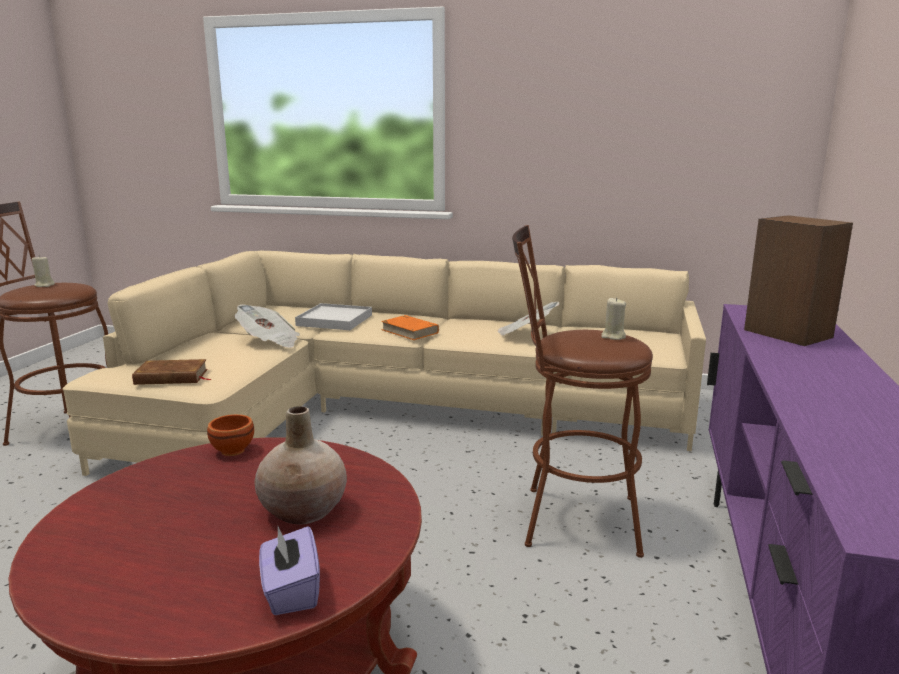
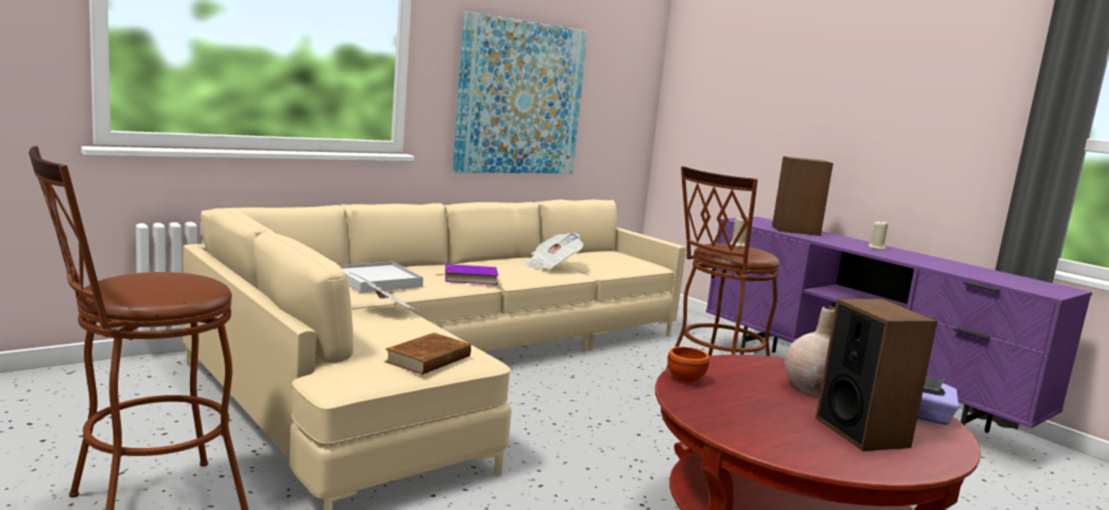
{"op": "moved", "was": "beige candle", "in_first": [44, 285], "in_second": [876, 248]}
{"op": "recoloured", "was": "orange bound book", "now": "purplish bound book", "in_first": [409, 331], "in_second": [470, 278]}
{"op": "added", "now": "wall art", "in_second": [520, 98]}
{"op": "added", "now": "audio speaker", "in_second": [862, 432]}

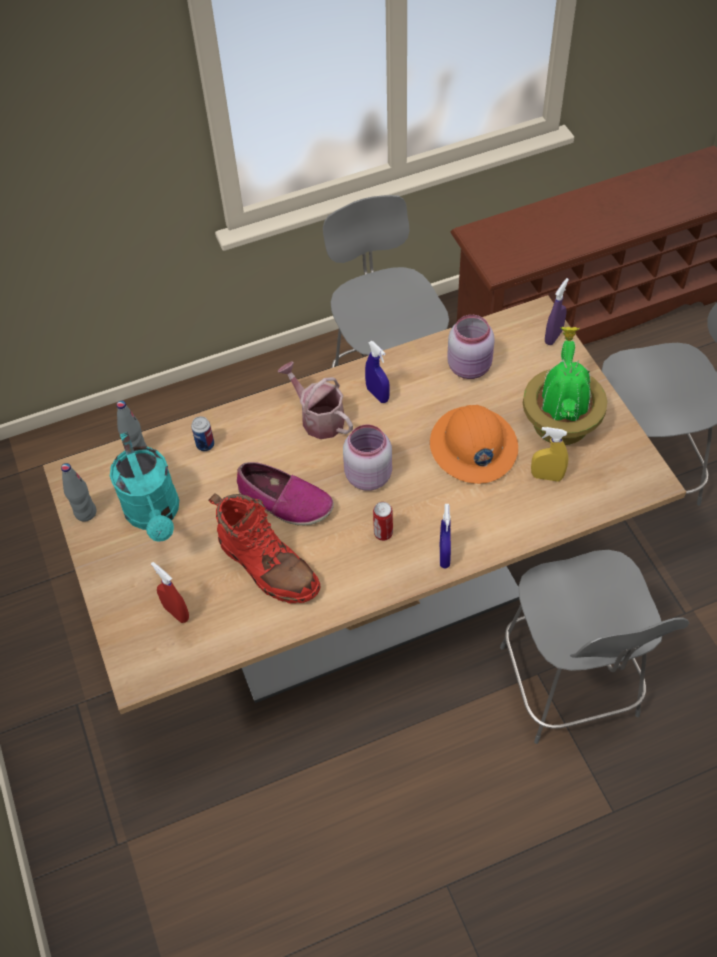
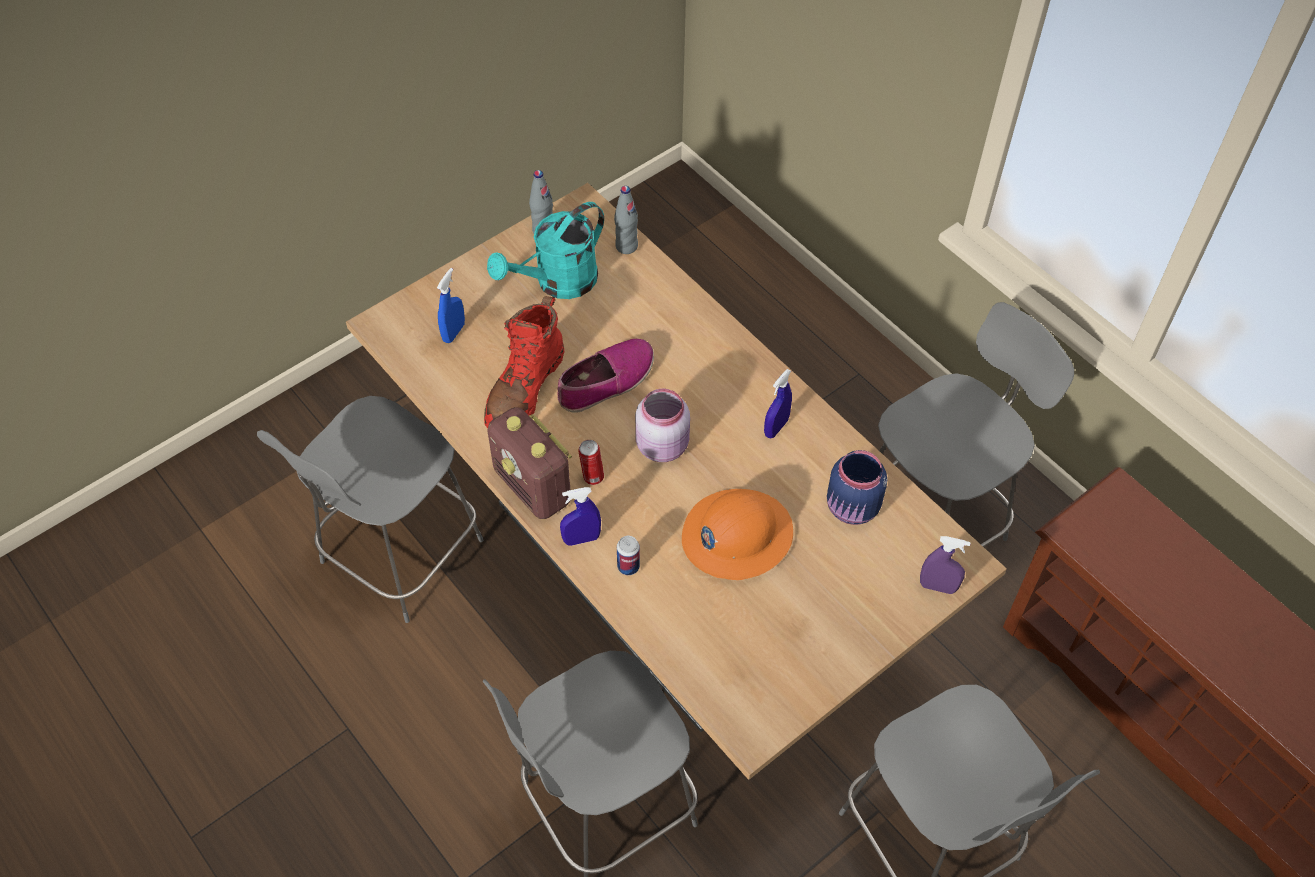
{"op": "recoloured", "was": "pinkish storage jar", "now": "blue storage jar", "in_first": [470, 367], "in_second": [852, 508]}
{"op": "removed", "was": "potted plant", "in_first": [560, 421]}
{"op": "removed", "was": "watering pot", "in_first": [318, 418]}
{"op": "moved", "was": "can", "in_first": [205, 445], "in_second": [628, 566]}
{"op": "removed", "was": "yellow-coloured spray bottle", "in_first": [547, 476]}
{"op": "turned", "was": "shoe", "in_first": [284, 501], "in_second": [606, 381], "clockwise": -135}
{"op": "recoloured", "was": "red-coloured spray bottle", "now": "blue spray bottle", "in_first": [176, 612], "in_second": [453, 332]}
{"op": "added", "now": "greyish plain chair", "in_second": [397, 555]}
{"op": "added", "now": "radio set", "in_second": [533, 487]}

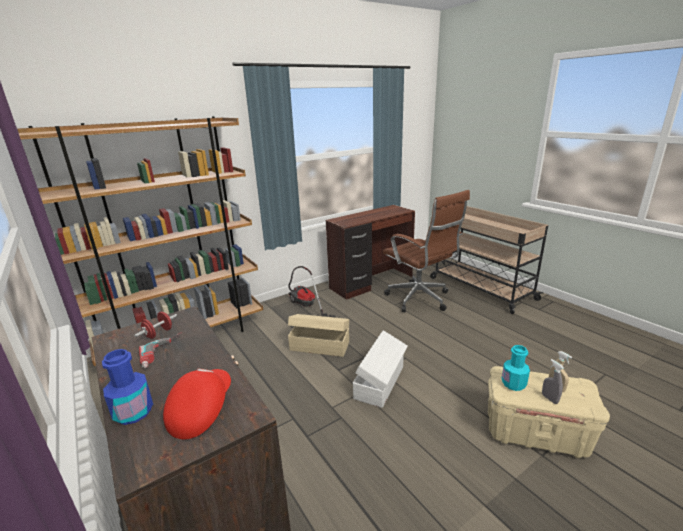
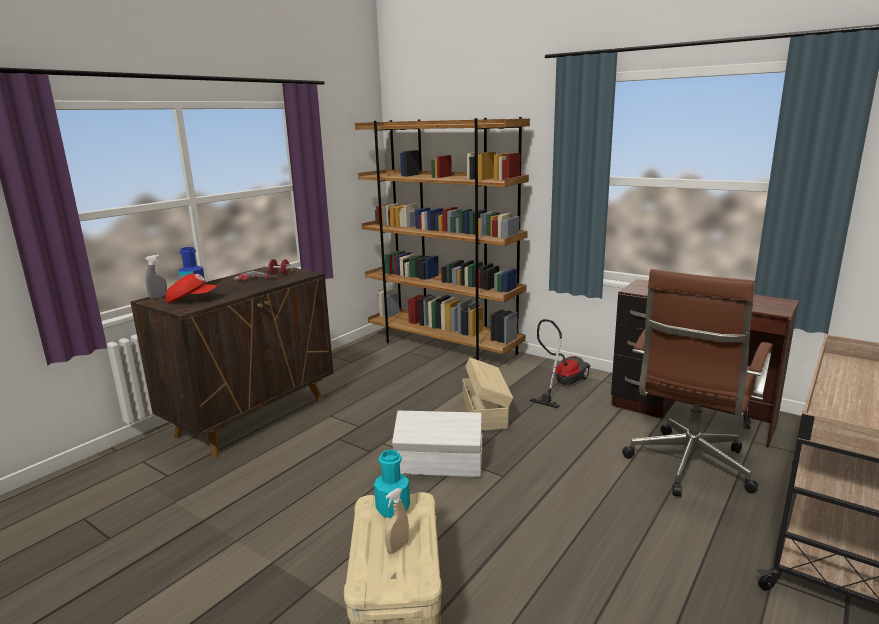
{"op": "moved", "was": "greyish spray bottle", "in_first": [549, 399], "in_second": [158, 297]}

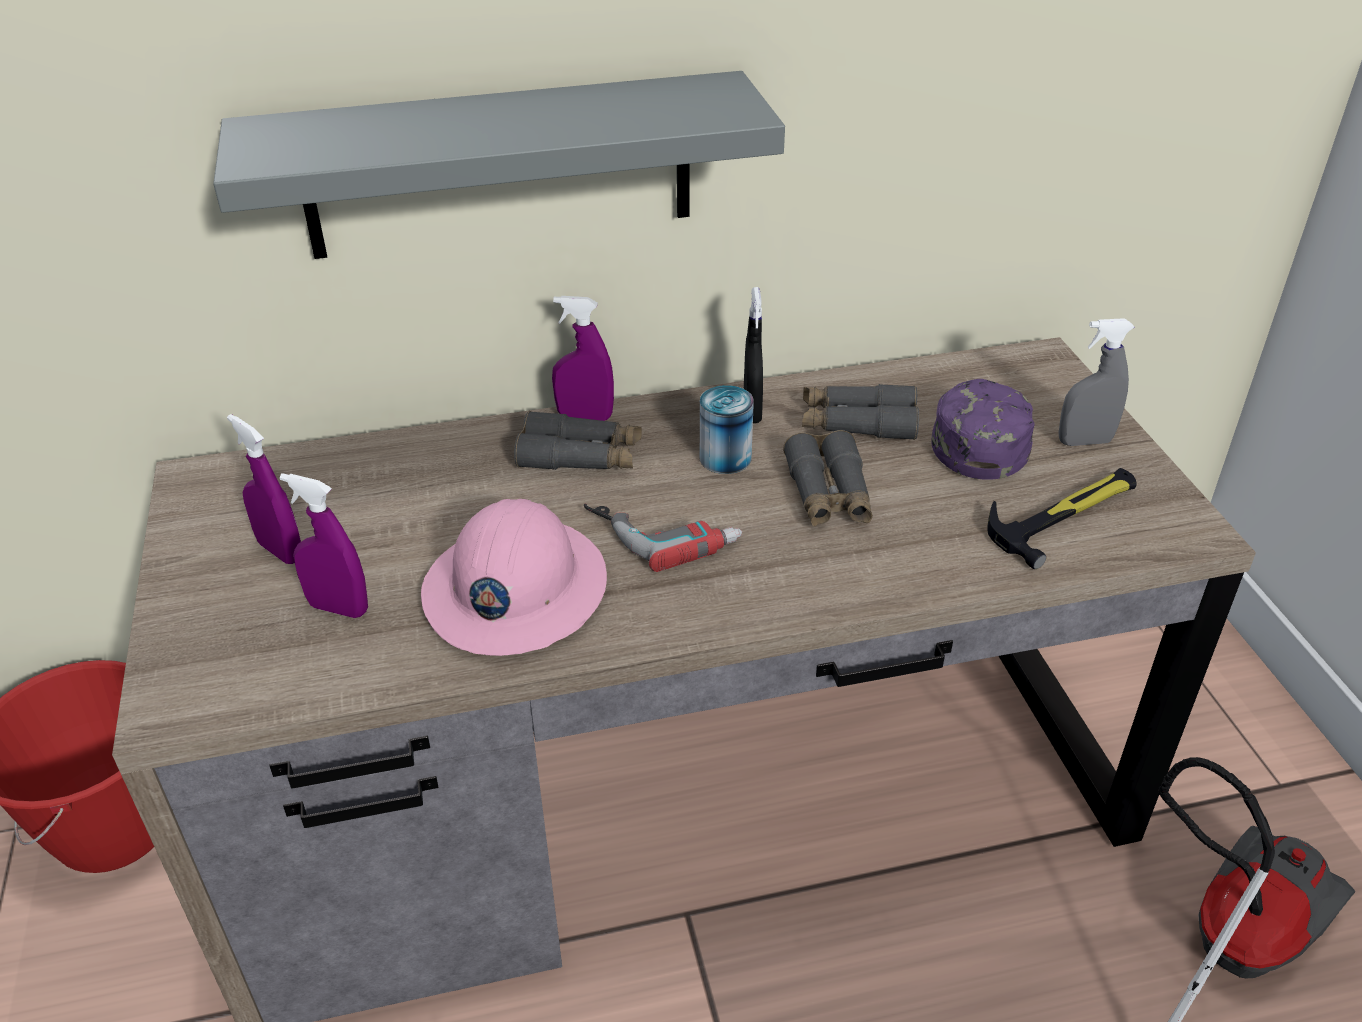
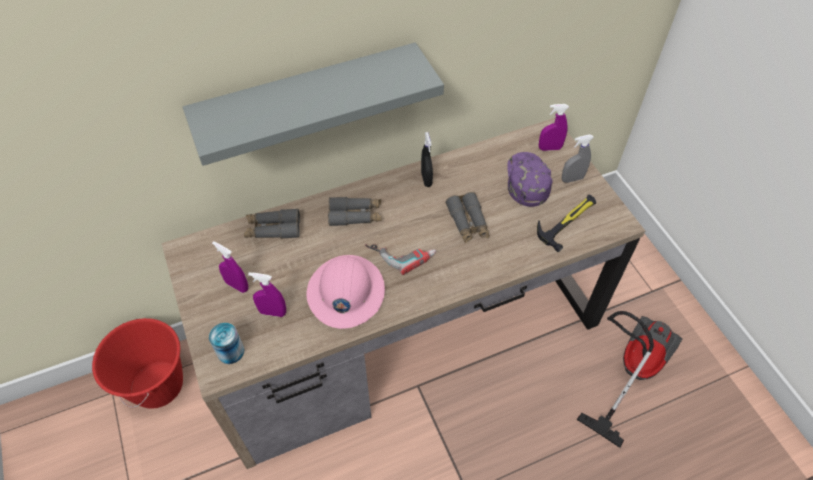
{"op": "moved", "was": "purplish spray bottle", "in_first": [585, 417], "in_second": [549, 148]}
{"op": "moved", "was": "greyish field glasses", "in_first": [857, 423], "in_second": [273, 229]}
{"op": "moved", "was": "can", "in_first": [725, 458], "in_second": [230, 351]}

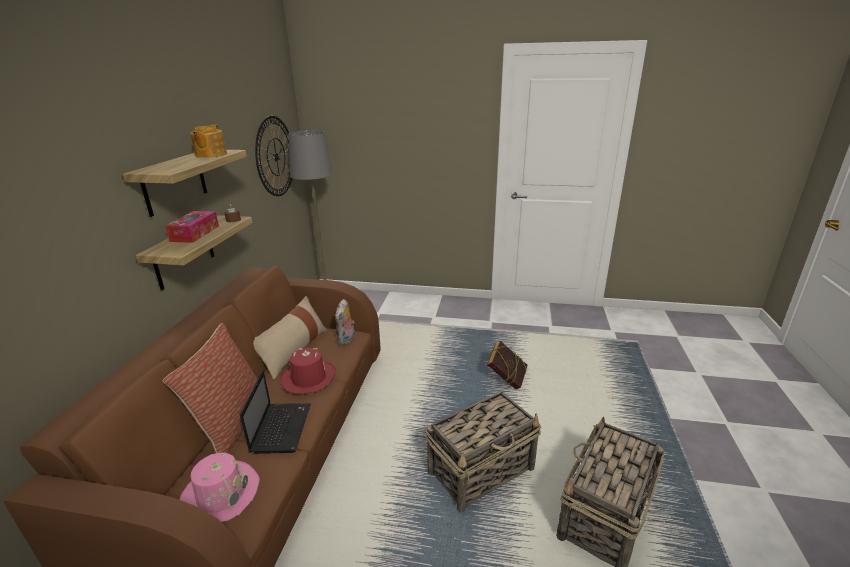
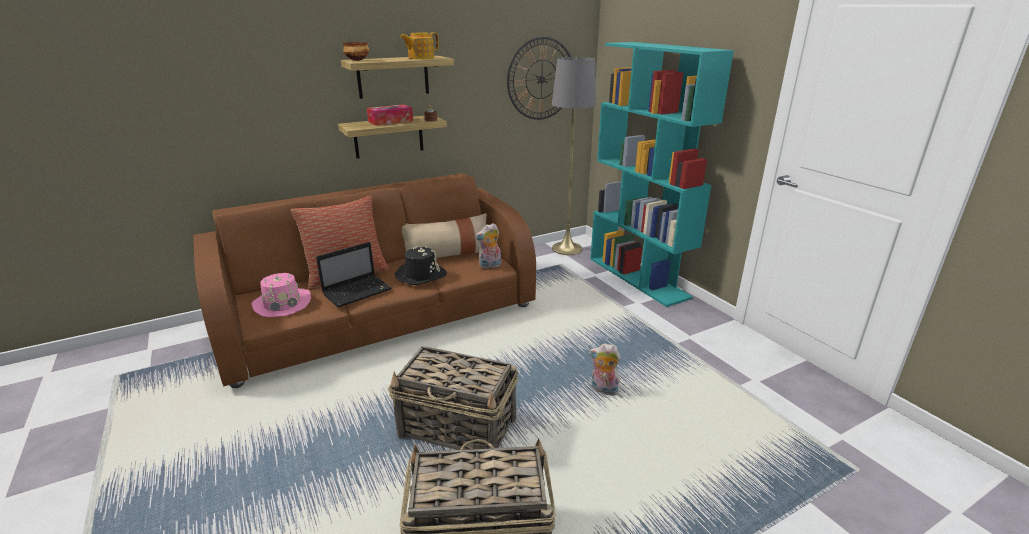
{"op": "replaced", "was": "bound book", "now": "soft toy", "in_first": [506, 380], "in_second": [603, 390]}
{"op": "recoloured", "was": "red-coloured clothing hat", "now": "black-coloured clothing hat", "in_first": [308, 378], "in_second": [420, 275]}
{"op": "added", "now": "serving bowl", "in_second": [357, 60]}
{"op": "added", "now": "turquoise-coloured bookcase", "in_second": [638, 277]}

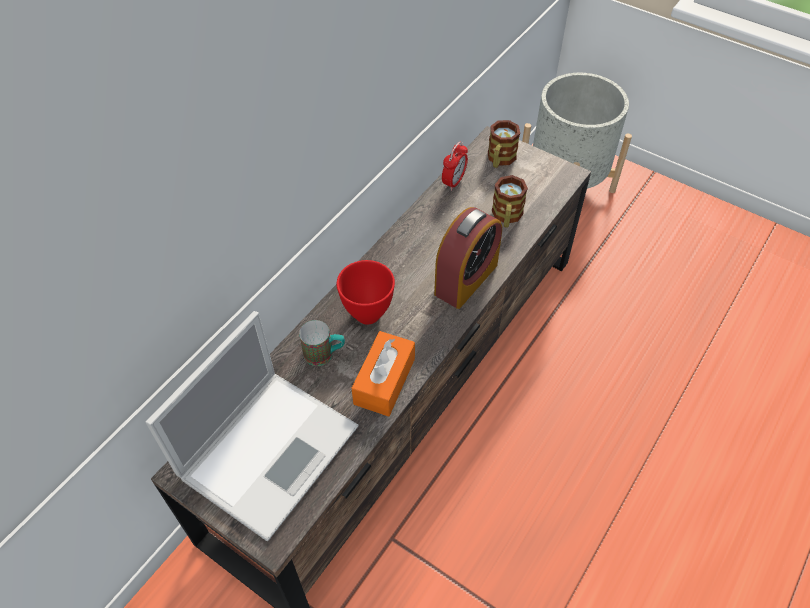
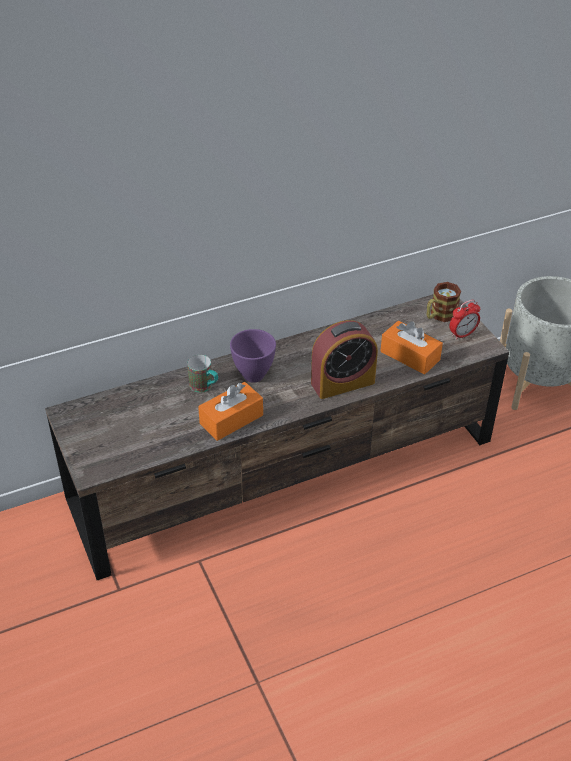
{"op": "moved", "was": "bedside clock", "in_first": [453, 182], "in_second": [462, 334]}
{"op": "replaced", "was": "mug", "now": "orange tissue box", "in_first": [506, 217], "in_second": [410, 356]}
{"op": "recoloured", "was": "red-coloured serving bowl", "now": "purplish serving bowl", "in_first": [366, 315], "in_second": [252, 375]}
{"op": "removed", "was": "notebook computer", "in_first": [271, 448]}

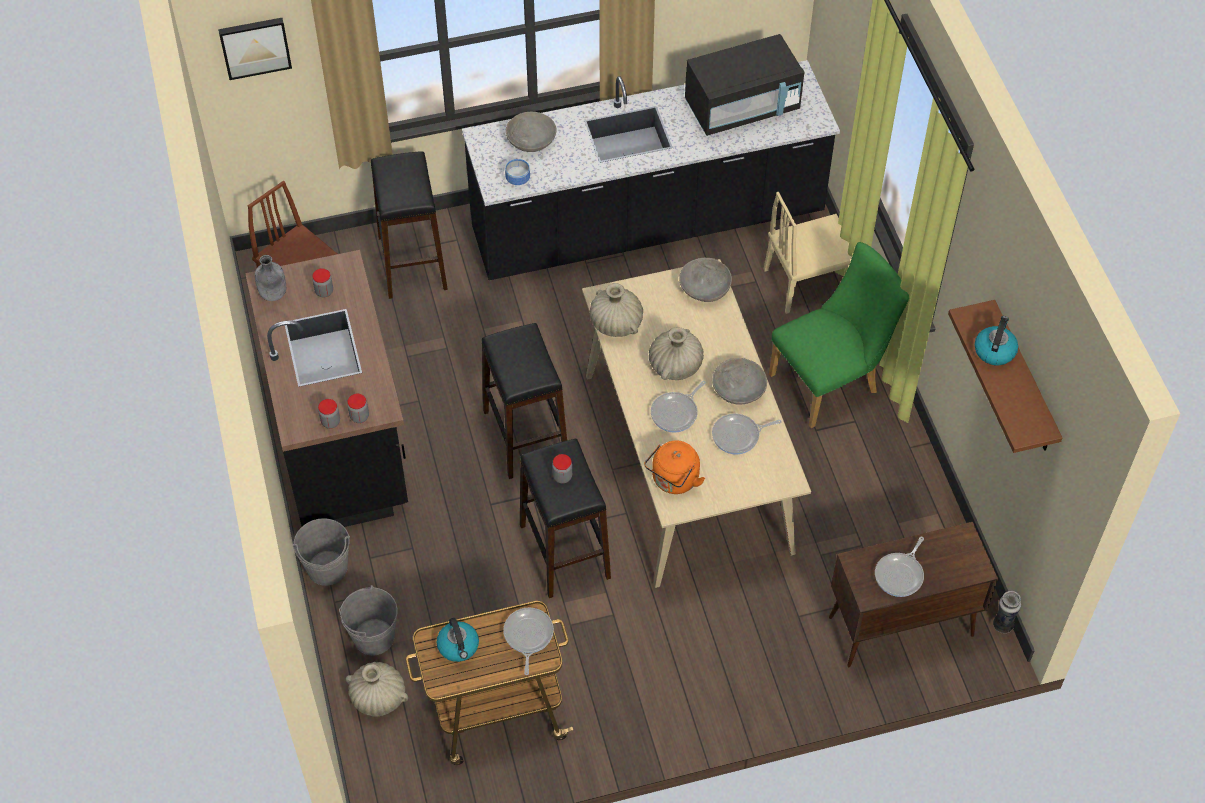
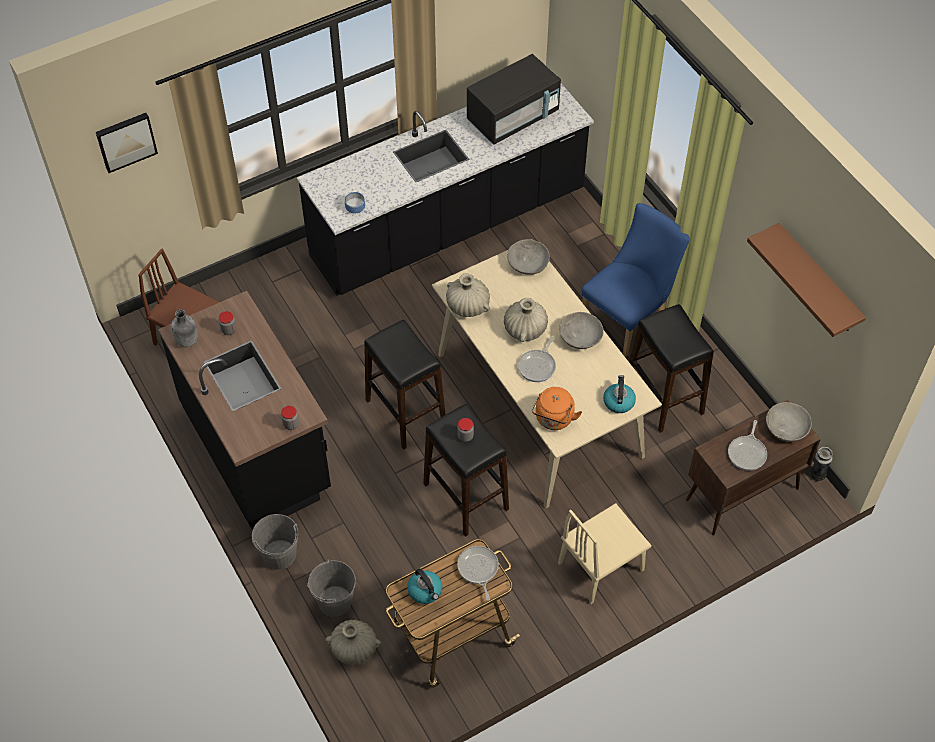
{"op": "moved", "was": "greyish serving bowl", "in_first": [531, 141], "in_second": [786, 429]}
{"op": "moved", "was": "black-coloured stool", "in_first": [413, 263], "in_second": [664, 397]}
{"op": "moved", "was": "beige plain chair", "in_first": [808, 282], "in_second": [601, 566]}
{"op": "recoloured", "was": "greenish plain chair", "now": "blue plain chair", "in_first": [830, 381], "in_second": [628, 318]}
{"op": "moved", "was": "kettle", "in_first": [994, 350], "in_second": [618, 401]}
{"op": "removed", "was": "storage jar", "in_first": [330, 422]}
{"op": "removed", "was": "pan", "in_first": [738, 436]}

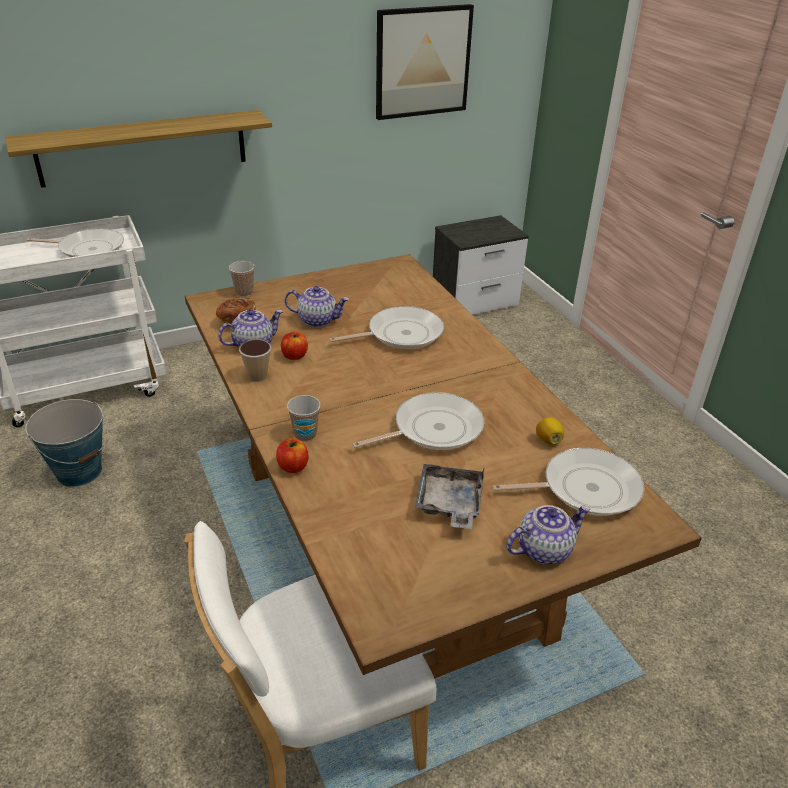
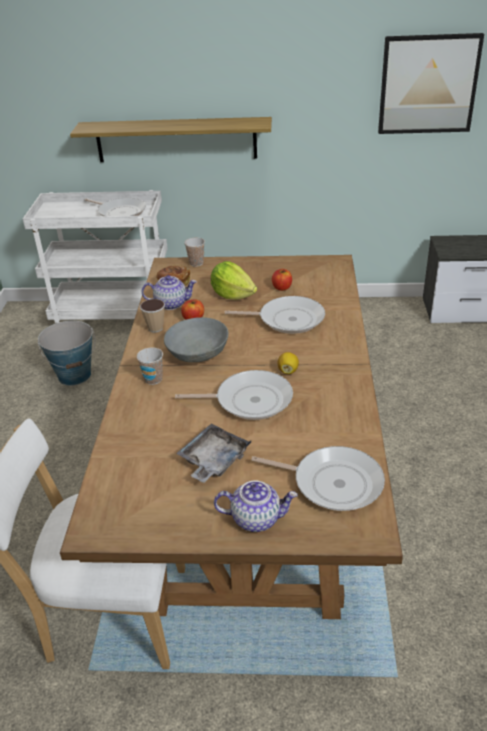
{"op": "replaced", "was": "pot for tea", "now": "lettuce", "in_first": [318, 320], "in_second": [232, 295]}
{"op": "moved", "was": "whole lemon", "in_first": [548, 440], "in_second": [288, 371]}
{"op": "moved", "was": "apple", "in_first": [293, 466], "in_second": [282, 287]}
{"op": "added", "now": "greyish serving bowl", "in_second": [198, 353]}

